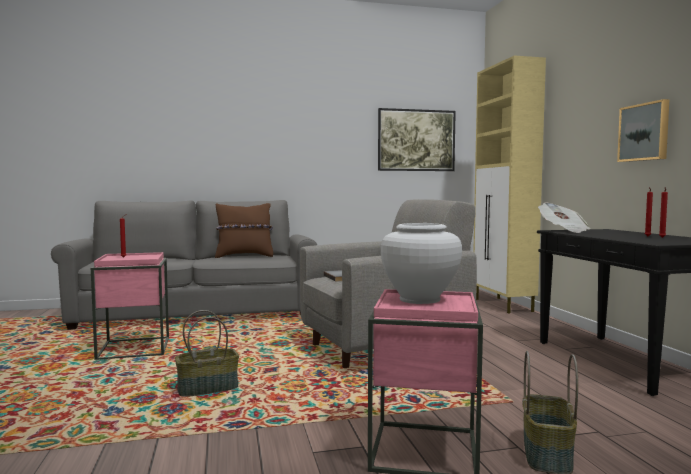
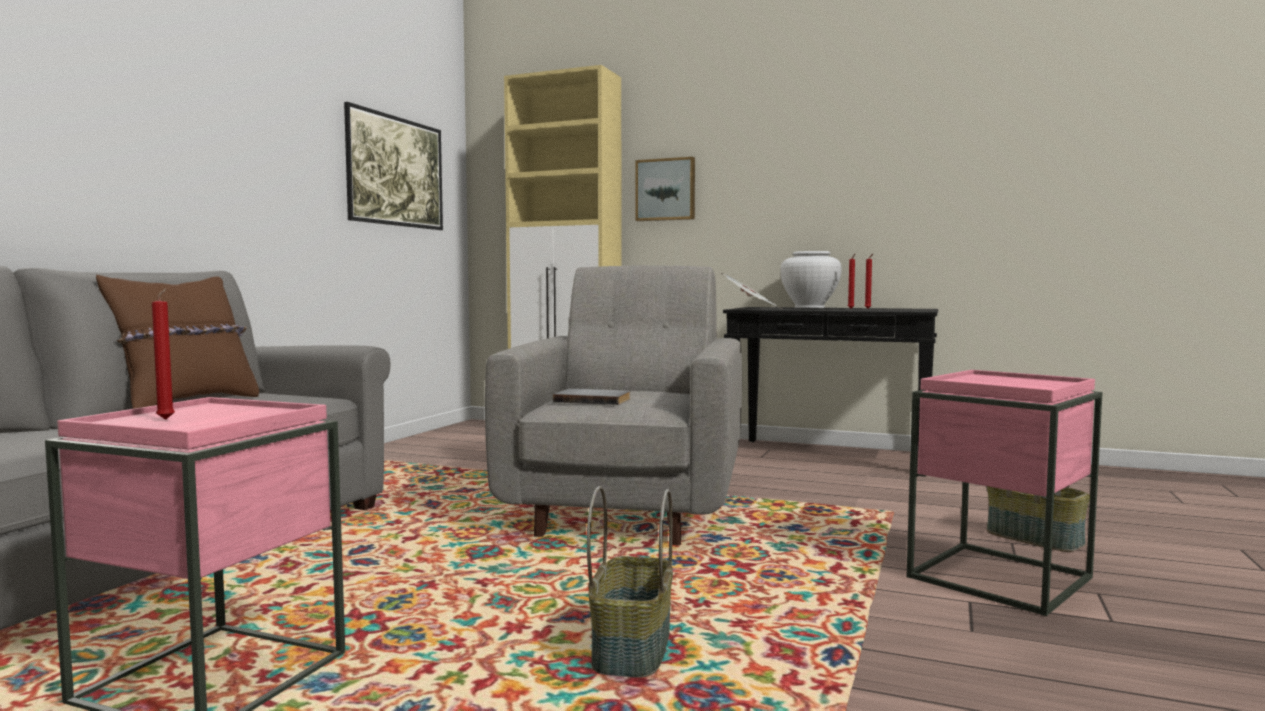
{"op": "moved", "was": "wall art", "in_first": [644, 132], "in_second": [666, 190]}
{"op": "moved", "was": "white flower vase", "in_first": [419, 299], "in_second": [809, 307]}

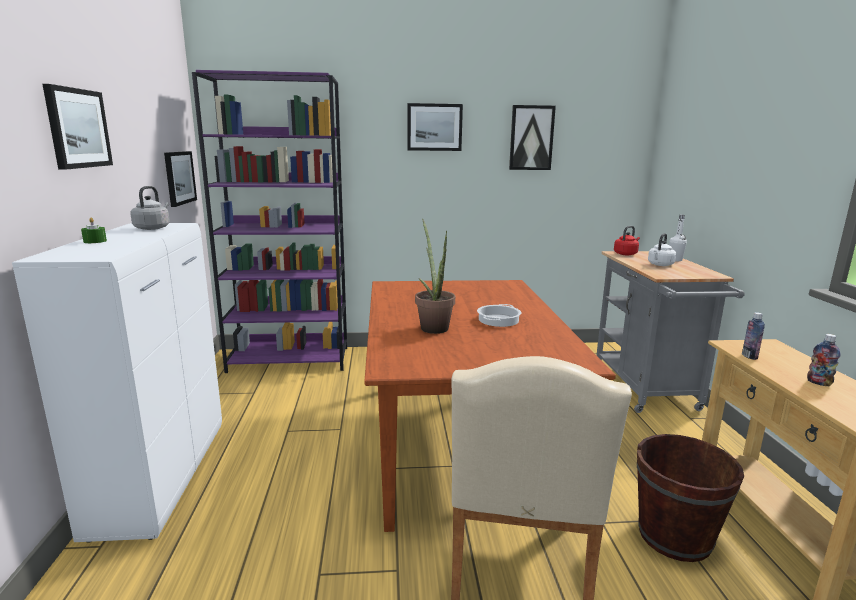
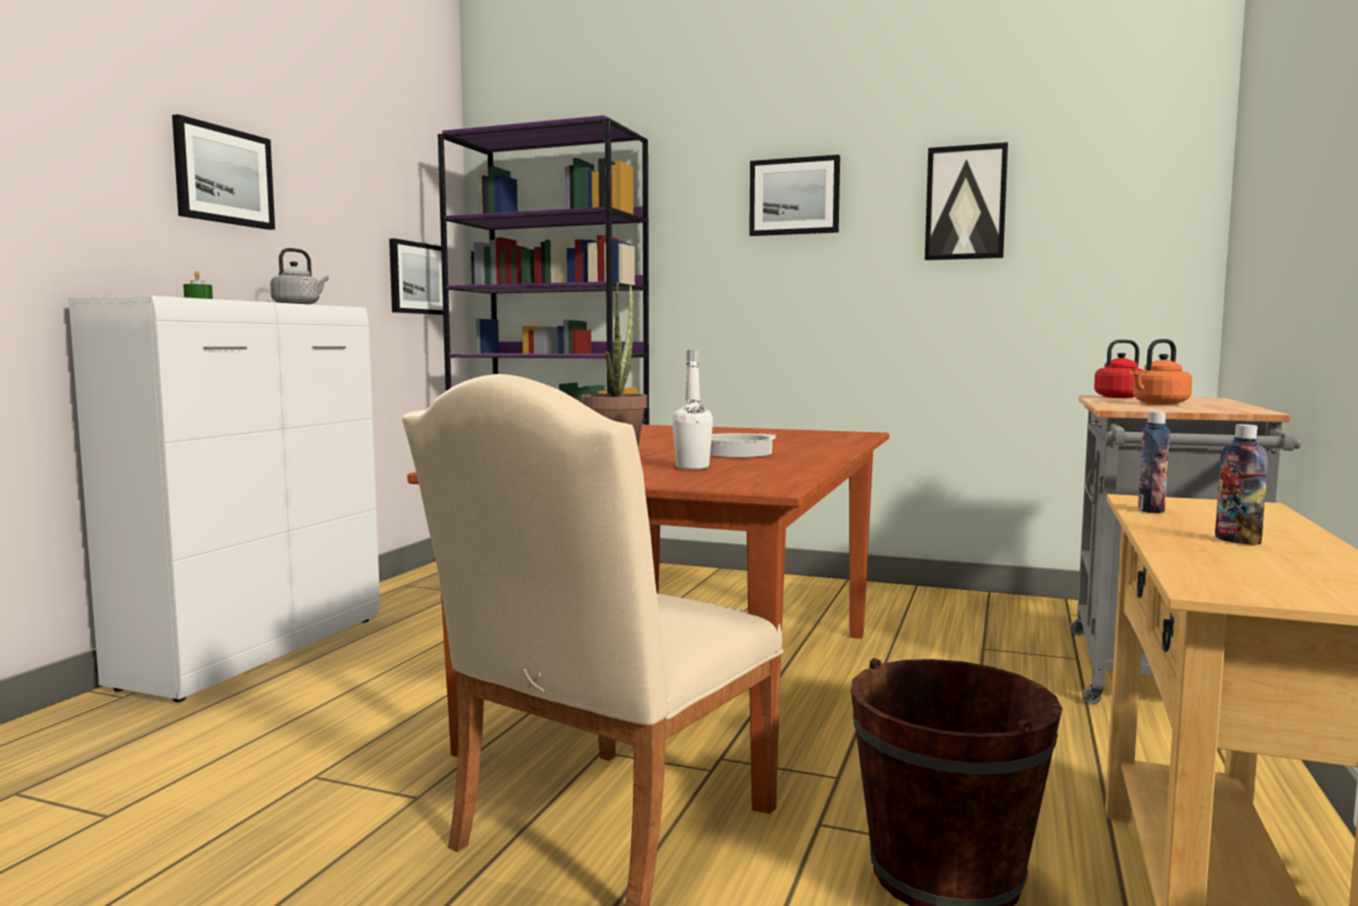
{"op": "moved", "was": "white bottle", "in_first": [675, 260], "in_second": [692, 467]}
{"op": "recoloured", "was": "white kettle", "now": "orange kettle", "in_first": [660, 265], "in_second": [1158, 403]}

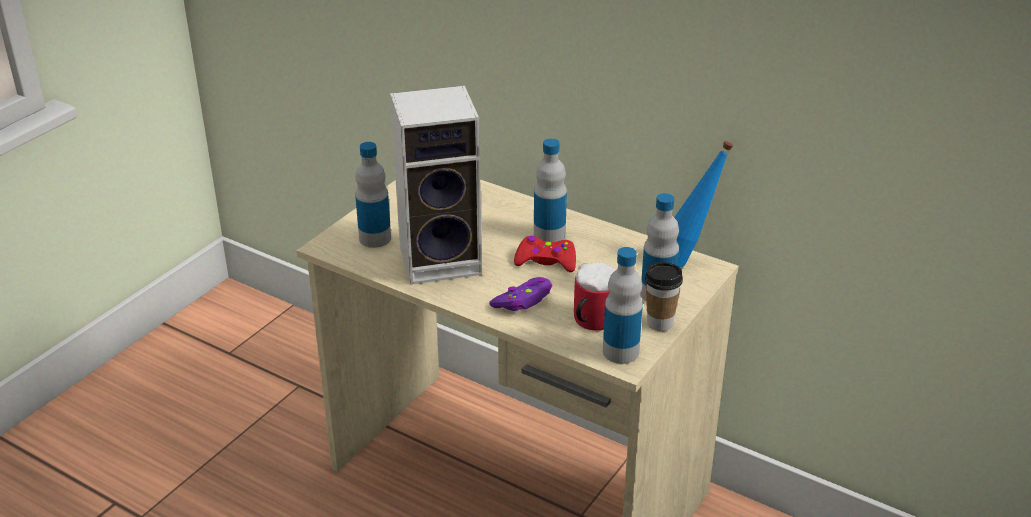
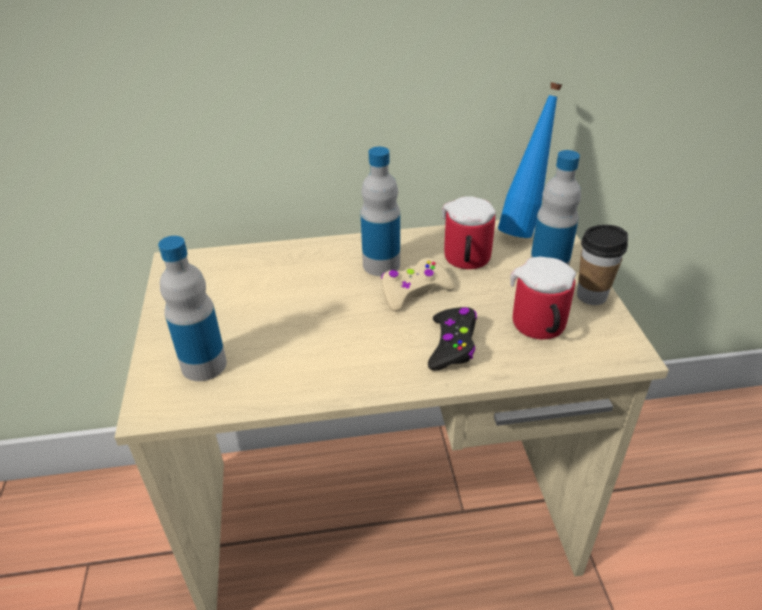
{"op": "removed", "was": "audio speaker", "in_first": [443, 259]}
{"op": "recoloured", "was": "red-coloured game controller", "now": "beige game controller", "in_first": [546, 261], "in_second": [414, 291]}
{"op": "removed", "was": "bottle", "in_first": [620, 352]}
{"op": "recoloured", "was": "purplish game controller", "now": "black-coloured game controller", "in_first": [523, 301], "in_second": [452, 345]}
{"op": "added", "now": "mug", "in_second": [464, 261]}

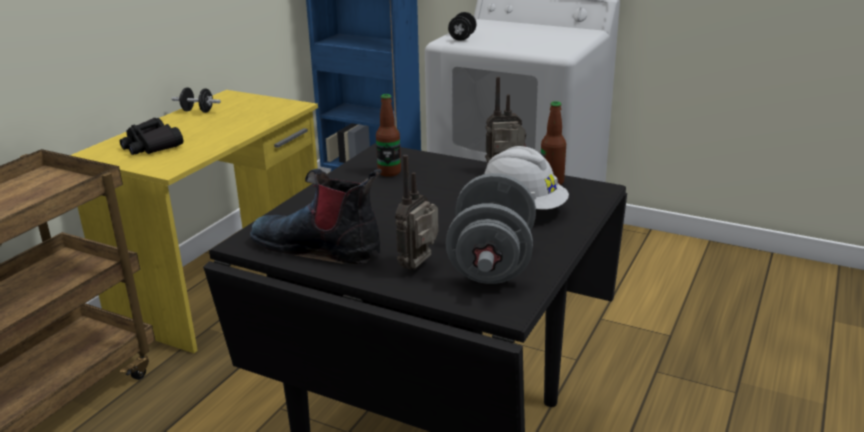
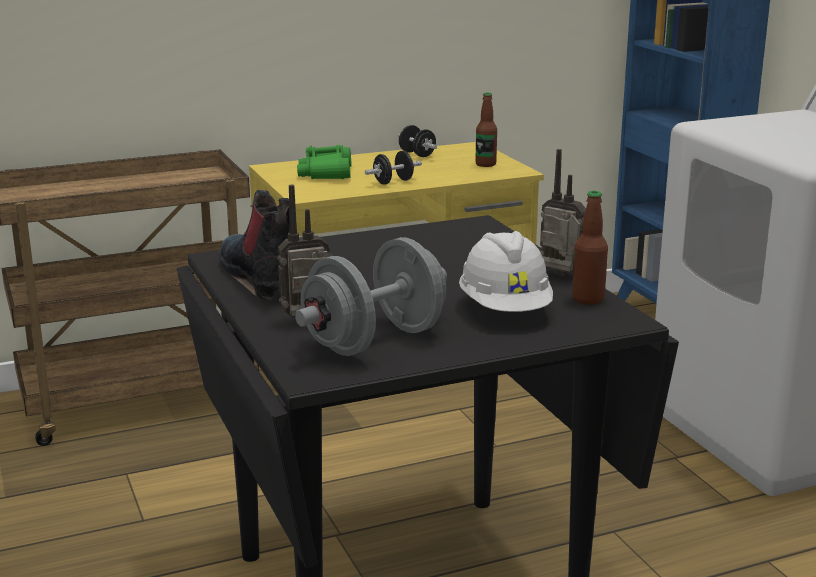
{"op": "moved", "was": "black-coloured free weight", "in_first": [462, 38], "in_second": [393, 182]}
{"op": "moved", "was": "bottle", "in_first": [389, 172], "in_second": [485, 164]}
{"op": "recoloured", "was": "black-coloured field glasses", "now": "greenish field glasses", "in_first": [151, 146], "in_second": [326, 173]}

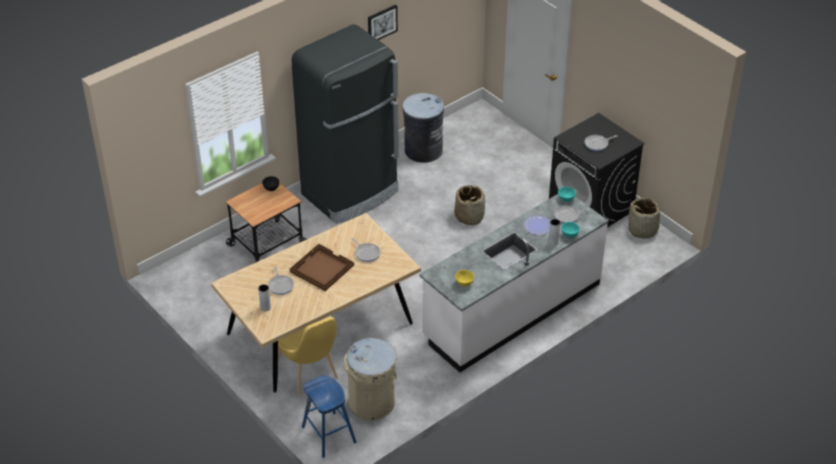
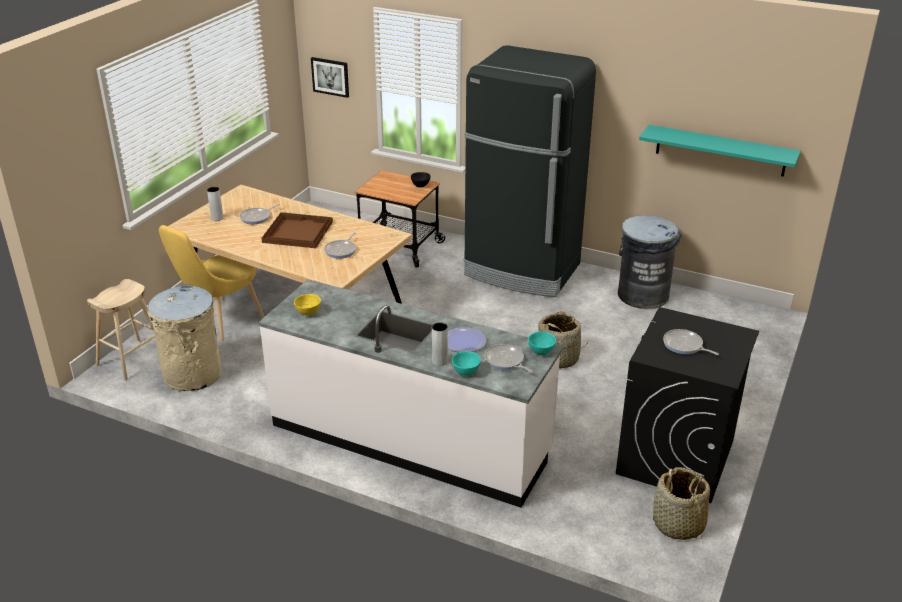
{"op": "moved", "was": "wall art", "in_first": [382, 23], "in_second": [330, 76]}
{"op": "recoloured", "was": "blue stool", "now": "beige stool", "in_first": [328, 434], "in_second": [132, 359]}
{"op": "added", "now": "turquoise-coloured shelf", "in_second": [720, 150]}

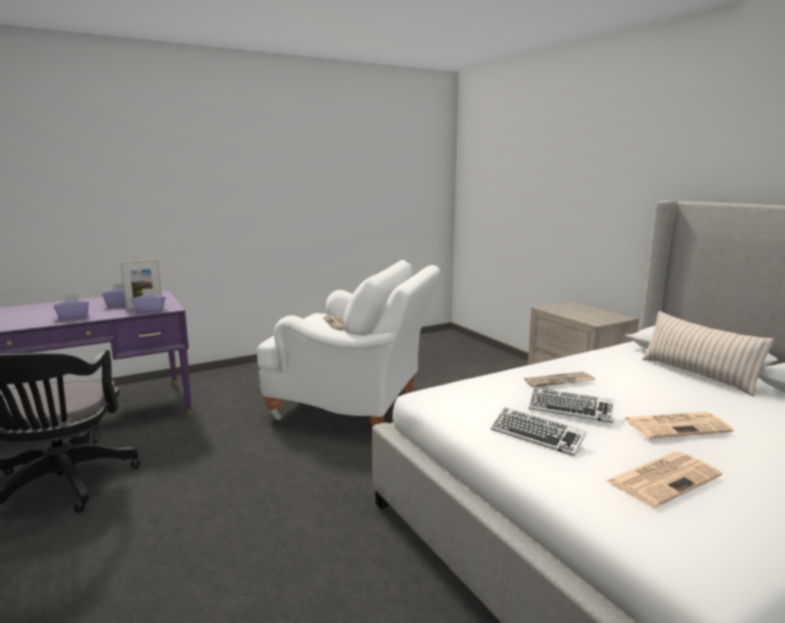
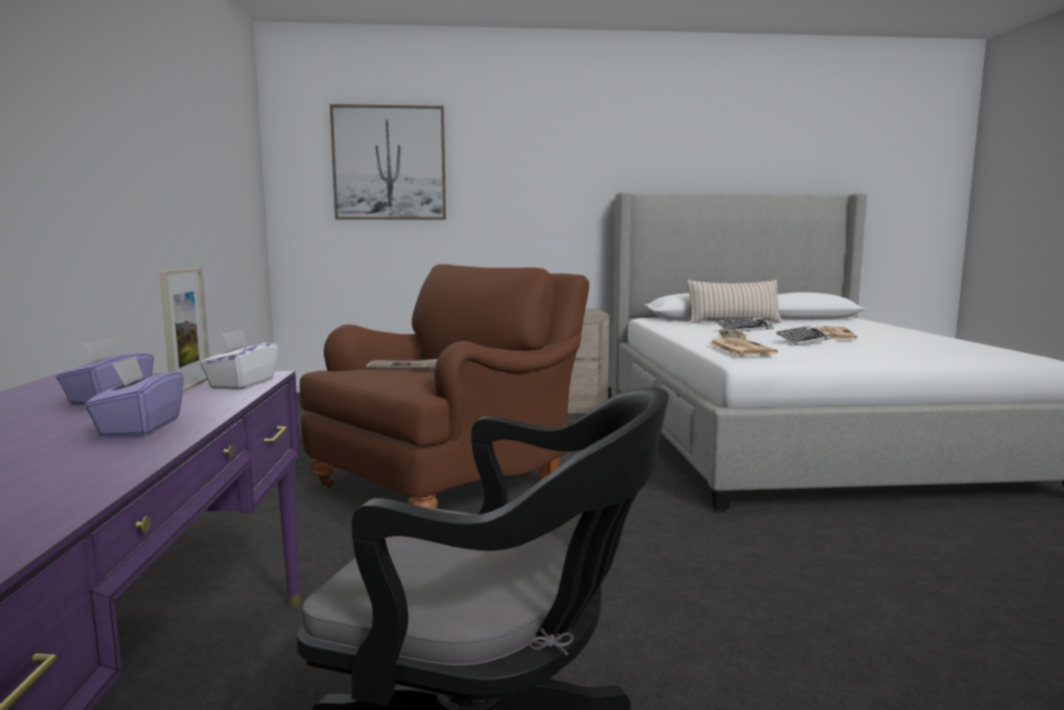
{"op": "recoloured", "was": "white armchair", "now": "brown armchair", "in_first": [354, 406], "in_second": [449, 484]}
{"op": "recoloured", "was": "purplish tissue box", "now": "white tissue box", "in_first": [150, 310], "in_second": [242, 384]}
{"op": "moved", "was": "keyboard", "in_first": [537, 436], "in_second": [744, 329]}
{"op": "moved", "was": "daily paper", "in_first": [663, 478], "in_second": [739, 348]}
{"op": "added", "now": "wall art", "in_second": [389, 163]}

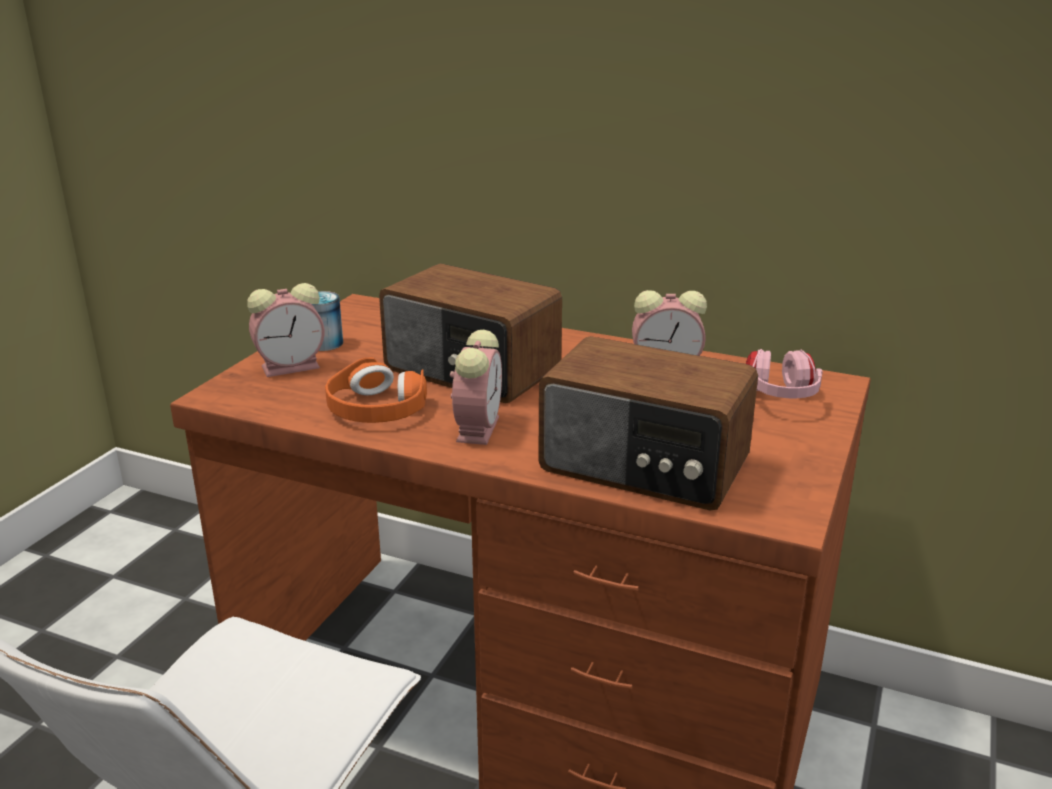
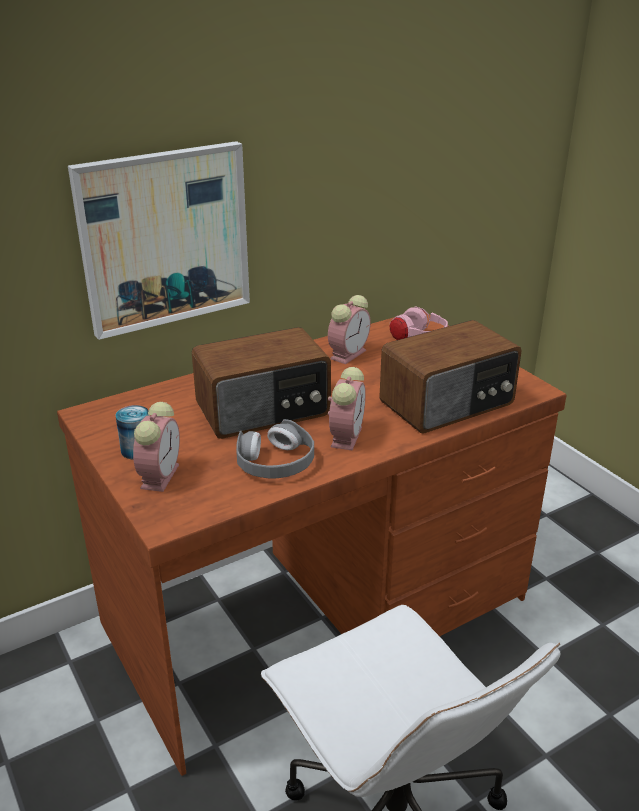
{"op": "turned", "was": "bedside clock", "in_first": [477, 427], "in_second": [346, 436], "clockwise": 60}
{"op": "recoloured", "was": "orange pair of headphones", "now": "greyish pair of headphones", "in_first": [376, 409], "in_second": [275, 462]}
{"op": "added", "now": "wall art", "in_second": [164, 238]}

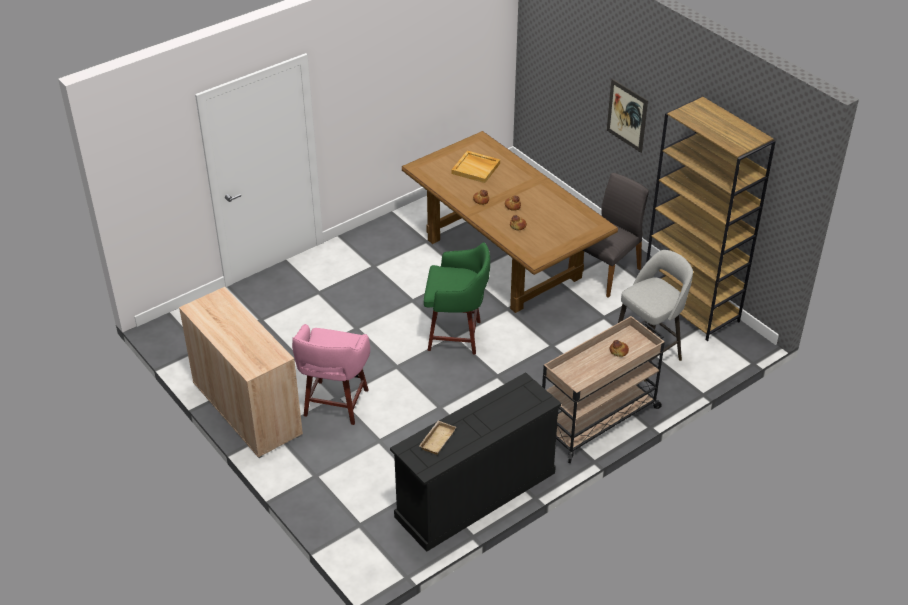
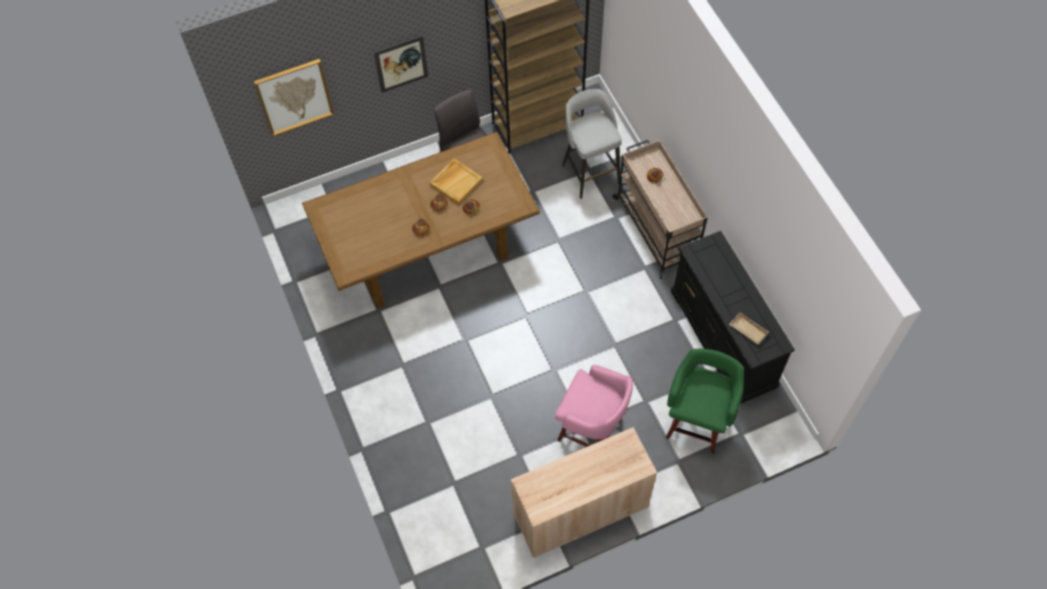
{"op": "moved", "was": "beige carrying tray", "in_first": [476, 168], "in_second": [456, 182]}
{"op": "moved", "was": "greenish stool", "in_first": [457, 336], "in_second": [697, 422]}
{"op": "added", "now": "wall art", "in_second": [294, 97]}

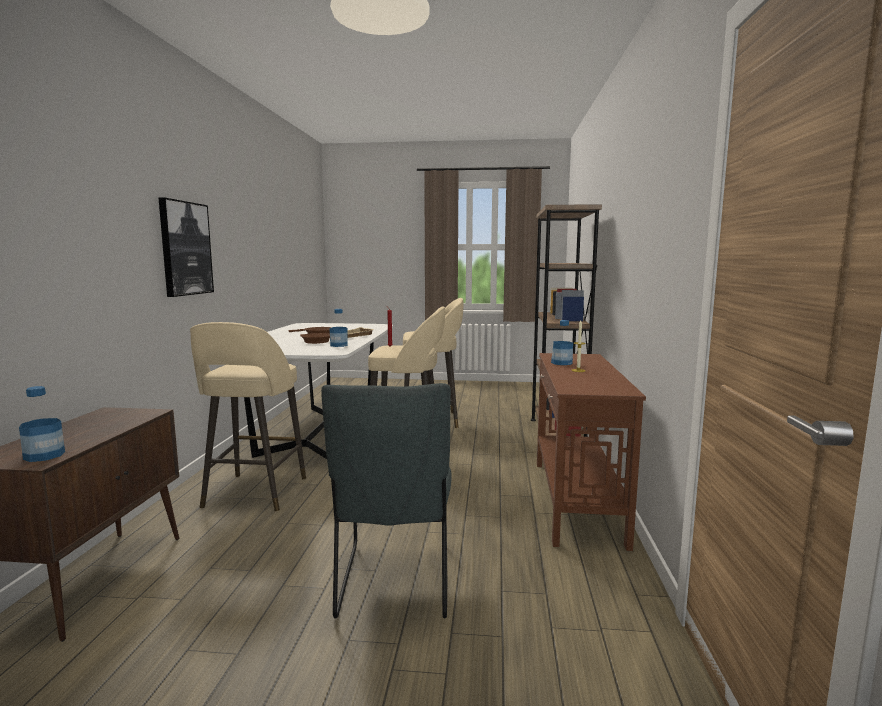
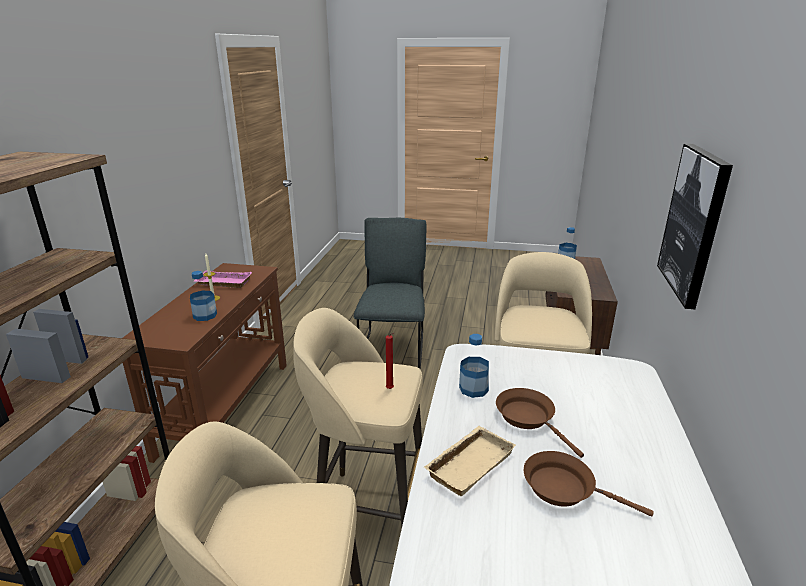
{"op": "added", "now": "pinkish carrying tray", "in_second": [222, 283]}

